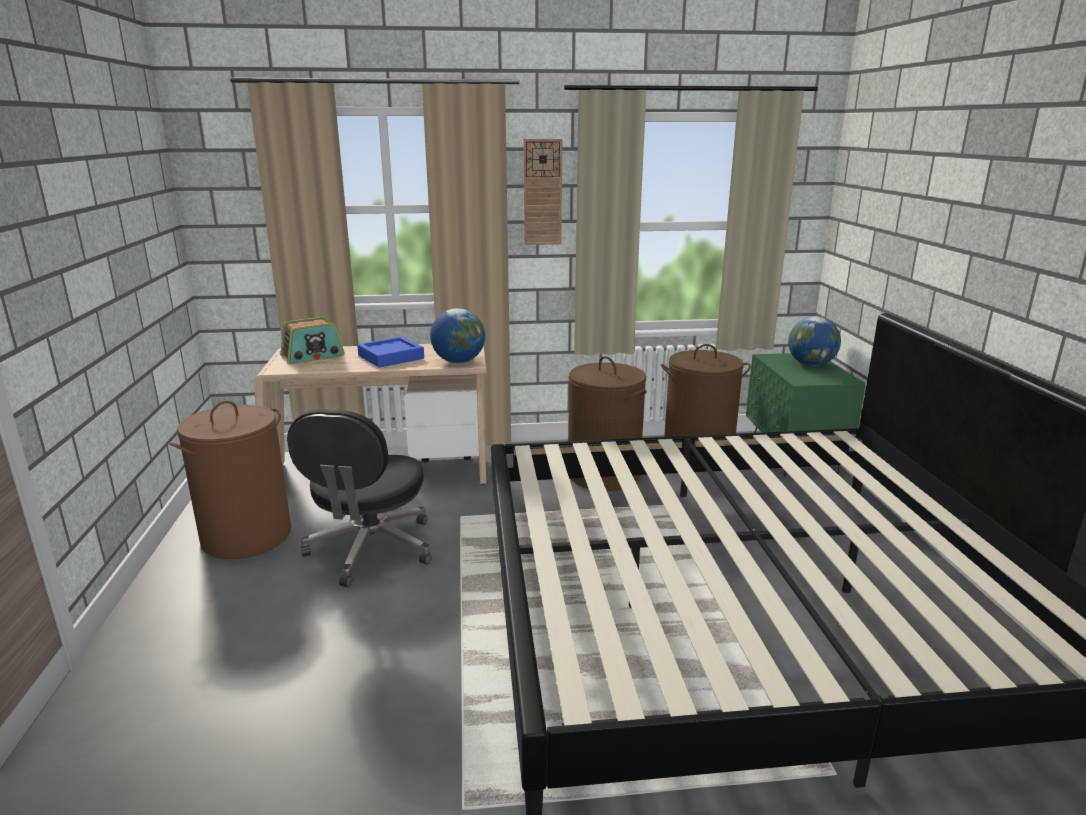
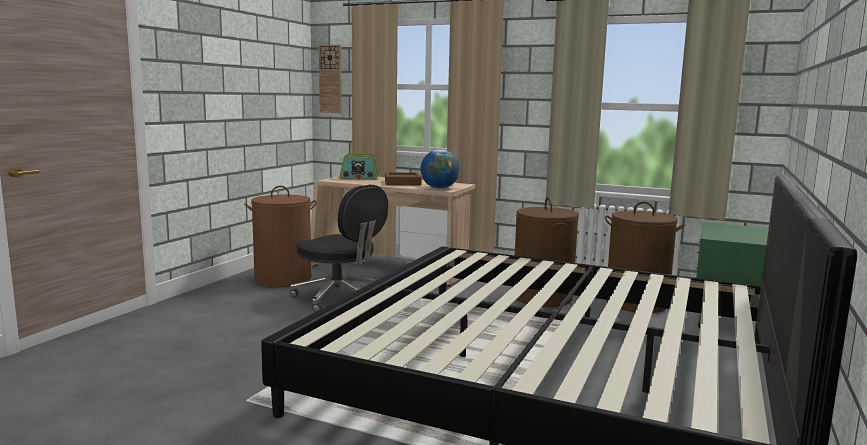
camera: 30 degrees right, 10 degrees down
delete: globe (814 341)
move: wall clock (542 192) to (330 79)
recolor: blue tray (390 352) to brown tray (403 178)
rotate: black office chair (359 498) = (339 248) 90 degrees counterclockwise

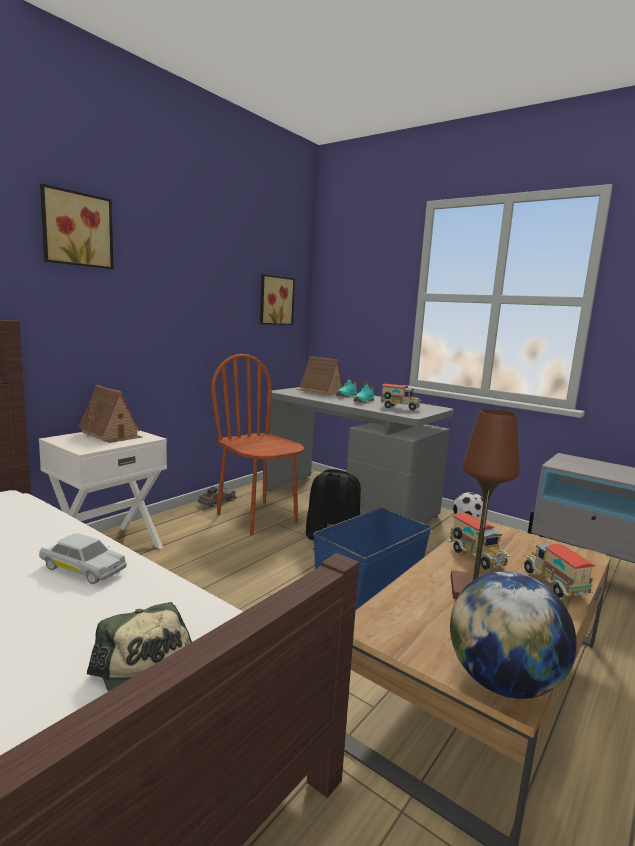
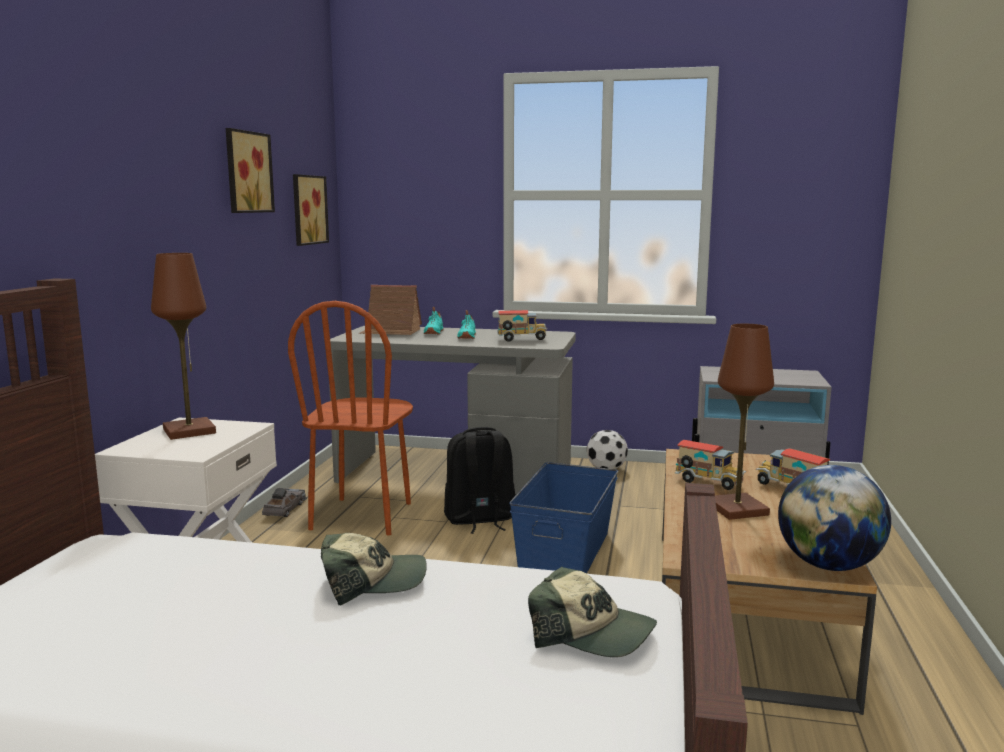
camera: 25 degrees left, 0 degrees up
move: picture (76 226) to (250 170)
replace: toy house (110 414) to brown table lamp (183 346); white toy car (83 558) to cap (374 569)
rotate: brown chair (257 444) = (350 418) 105 degrees counterclockwise

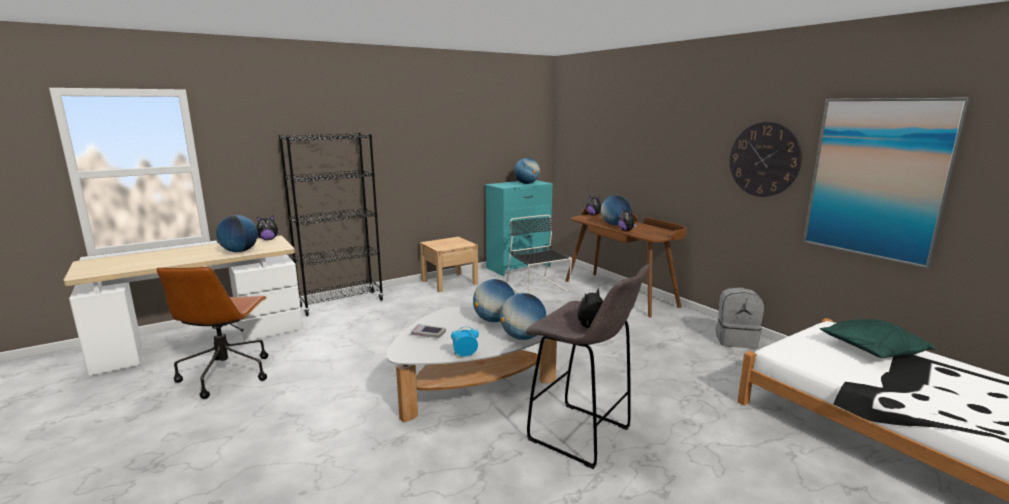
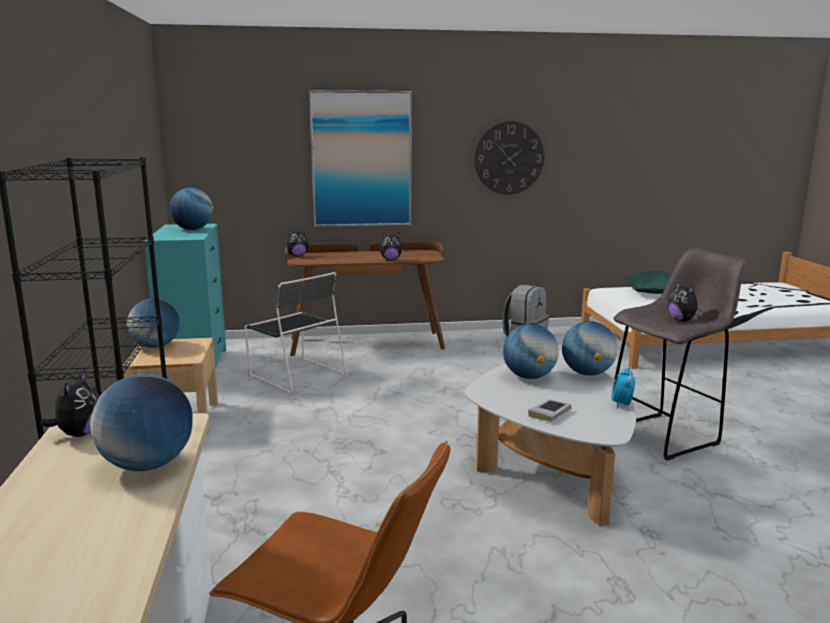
camera: 65 degrees left, 0 degrees up
move: globe (616 210) to (153 323); picture (886 183) to (360 158)
rotate: black chair (539 254) = (296 332) 135 degrees counterclockwise

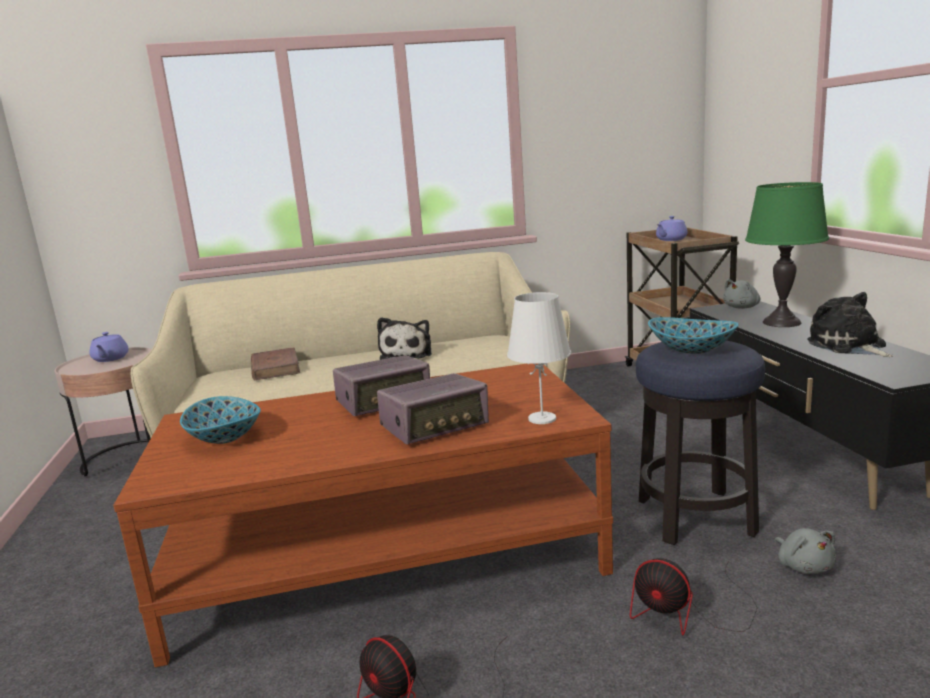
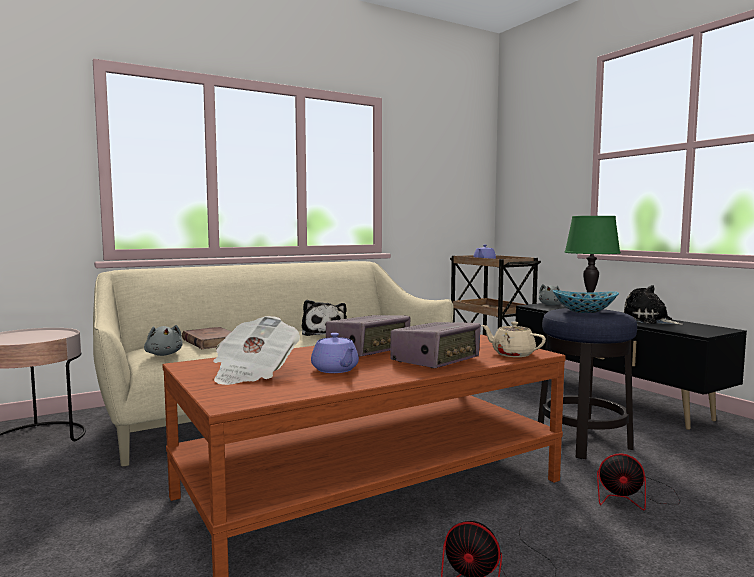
camera: 20 degrees left, 10 degrees down
move: grey plush toy (805 551) to (163 340); purple teapot (109 347) to (335 353)
replace: bowl (220 420) to newspaper (256 350); white table lamp (539 358) to beige teapot (513 339)

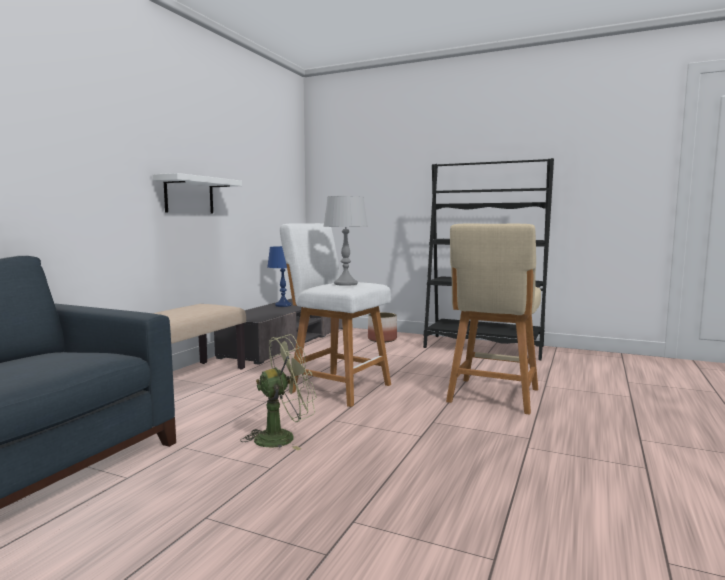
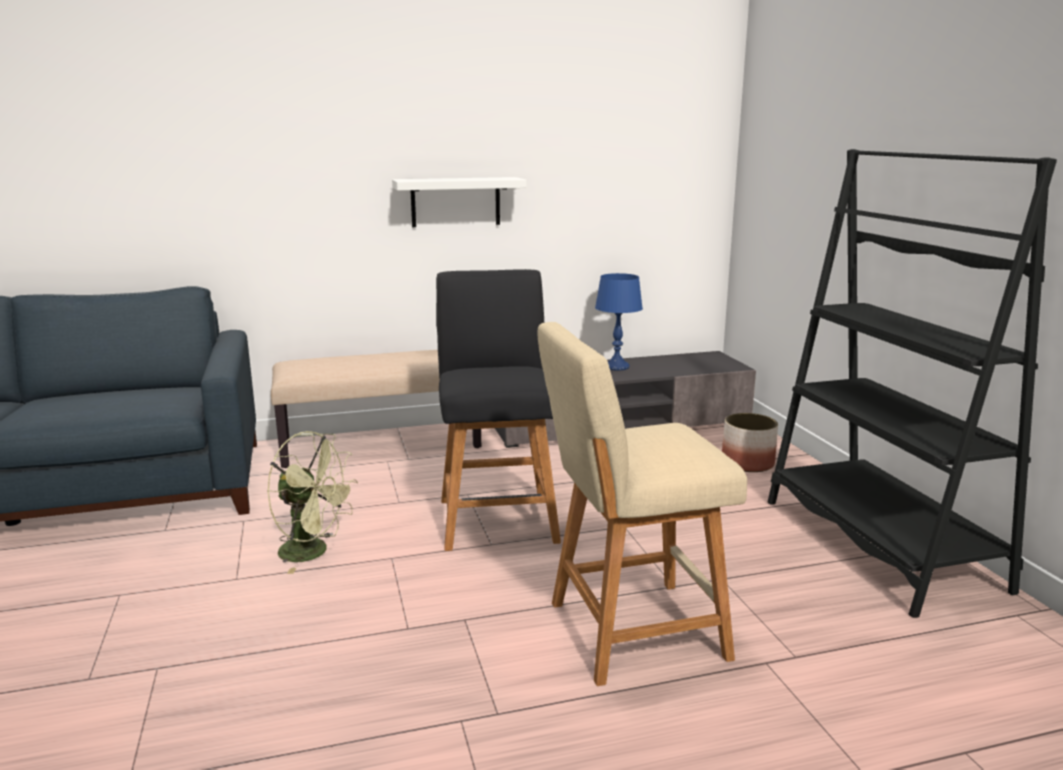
camera: 50 degrees right, 10 degrees up
delete: grey table lamp (345 241)
recolor: white stool (335 315) to black stool (498 410)

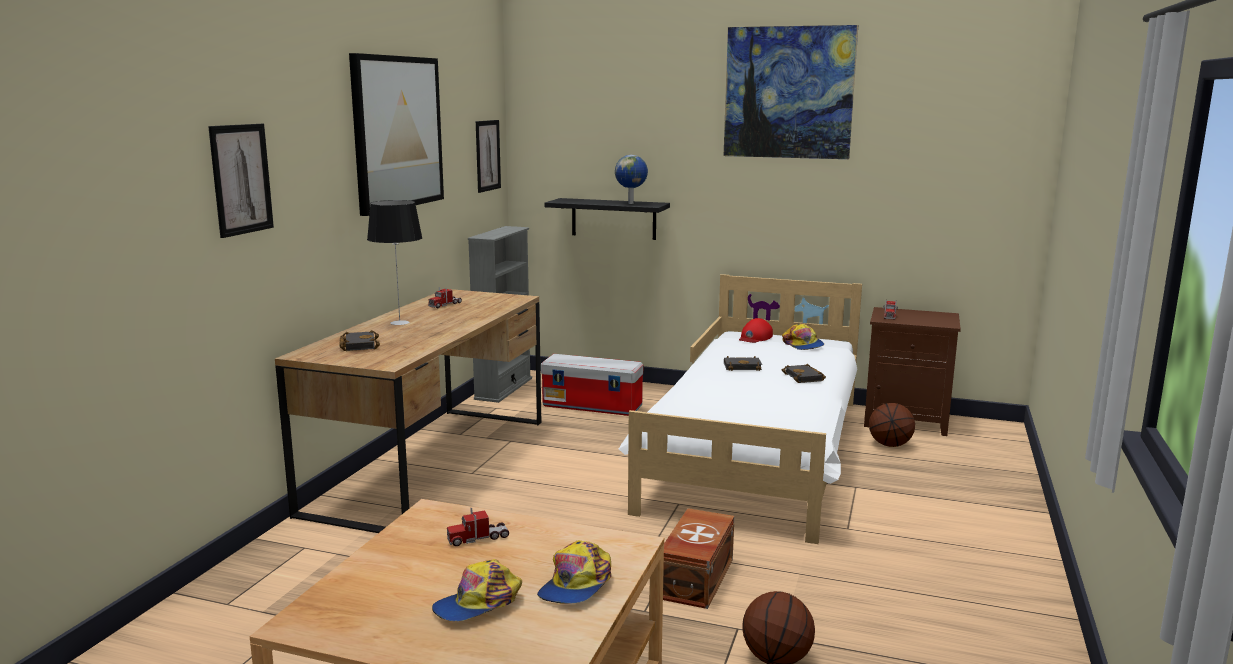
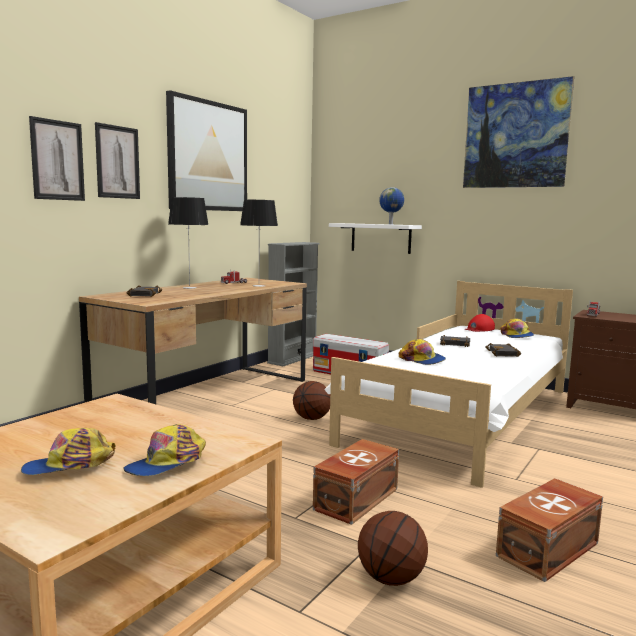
camera: 15 degrees right, 5 degrees down
delete: toy truck (478 527)
insert: table lamp (259 243); cap (422 352); brown storage box (549 530)
move: picture (488 156) to (117 160); basketball (892 425) to (311 400)
recolor: black shelf (607 219) to white shelf (375 238)

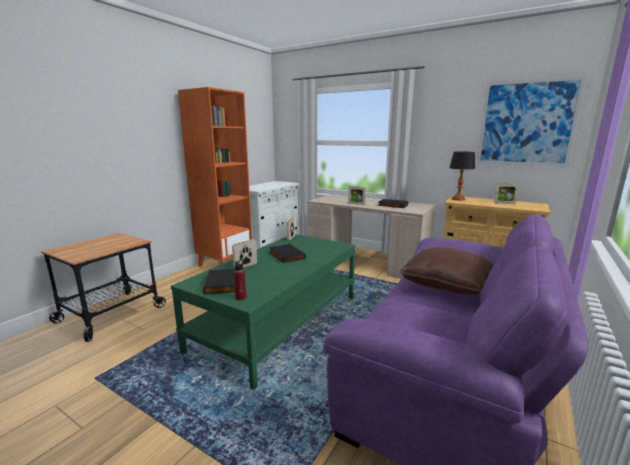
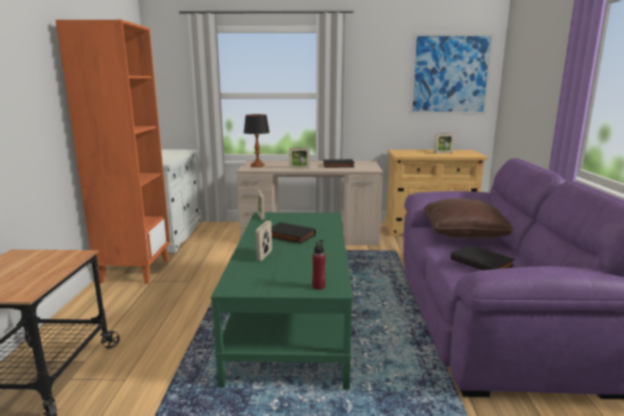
camera: 30 degrees left, 0 degrees up
move: table lamp (462 176) to (257 140); black book (219 282) to (483 257)

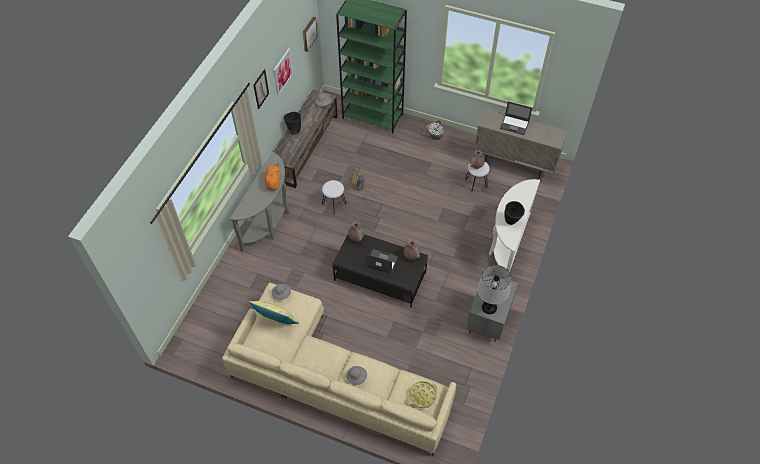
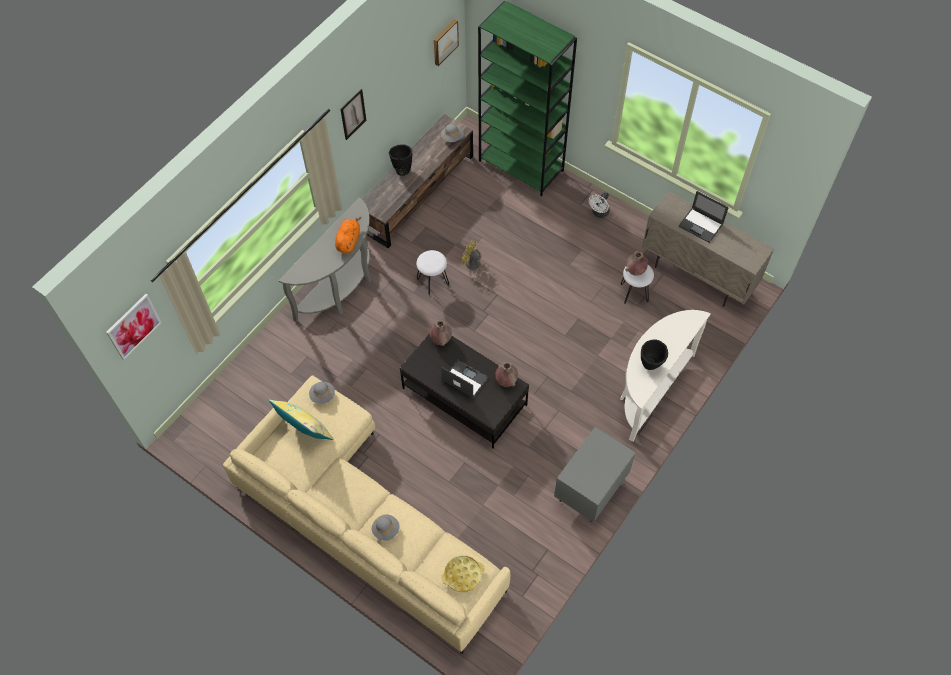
camera: 15 degrees right, 5 degrees up
delete: table lamp (494 289)
move: picture (283 71) to (134 327)

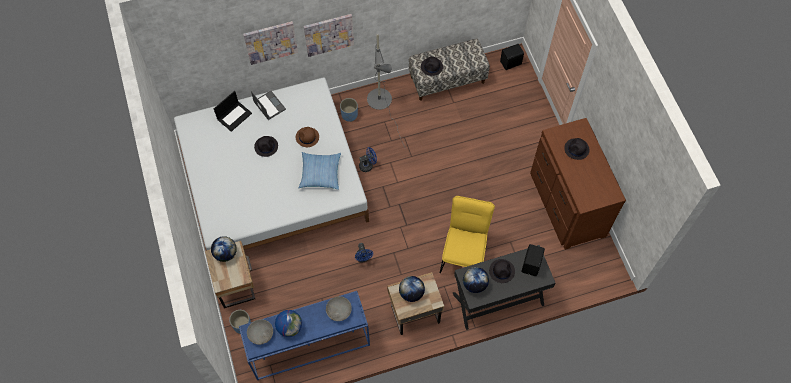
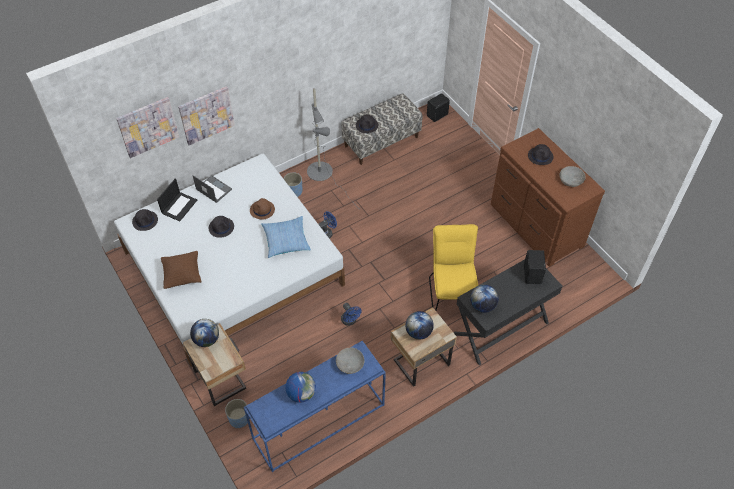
camera: 15 degrees left, 10 degrees down
insert: brown pillow (181 270)
move: picture (329 35) to (147 127); black hat (502 271) to (145 220); grey bowl (260 332) to (573 176)

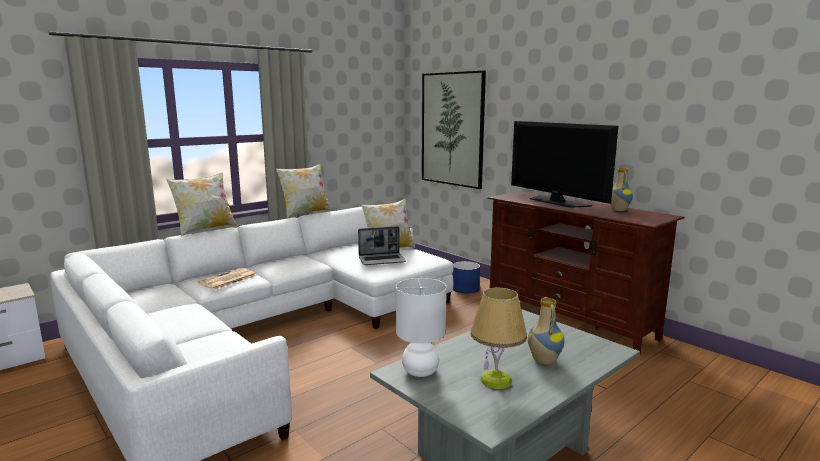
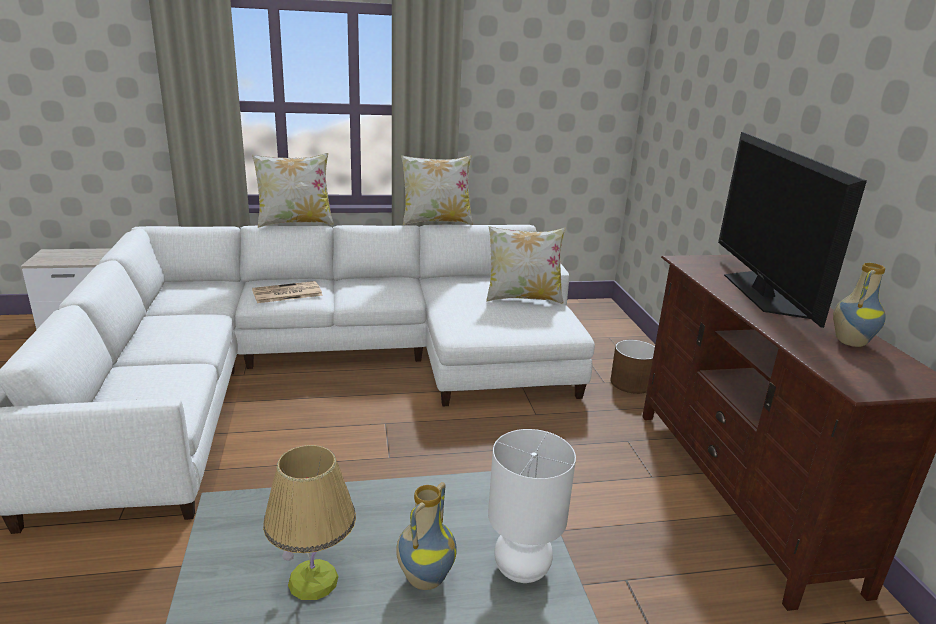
camera: 30 degrees right, 10 degrees up
delete: laptop (382 245); picture (454 130)
move: white table lamp (421 327) to (532 506)
recolor: blue planter (466 277) to brown planter (632 367)

